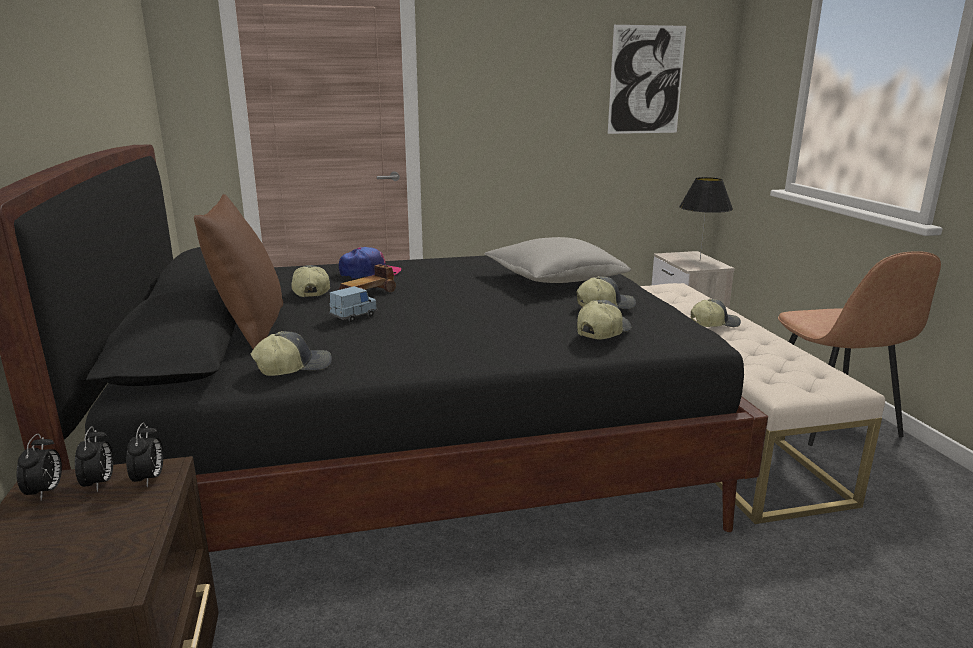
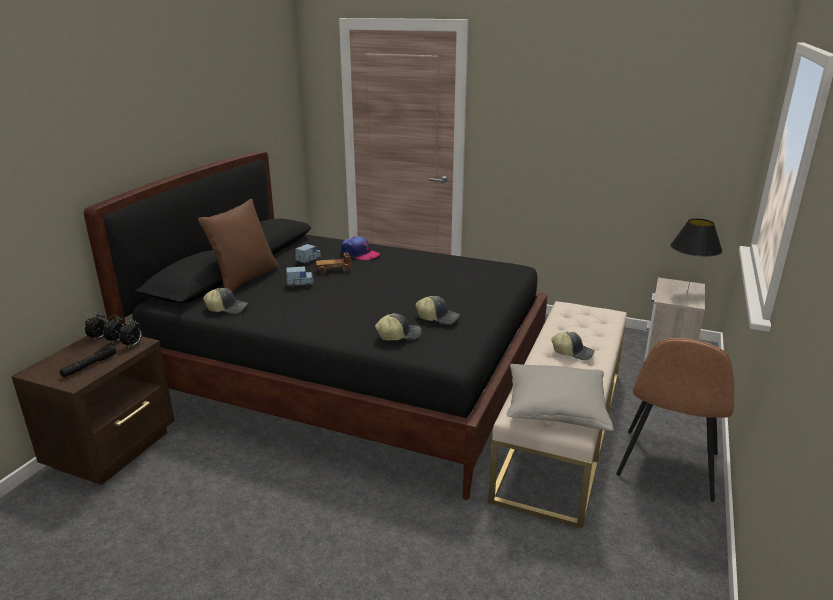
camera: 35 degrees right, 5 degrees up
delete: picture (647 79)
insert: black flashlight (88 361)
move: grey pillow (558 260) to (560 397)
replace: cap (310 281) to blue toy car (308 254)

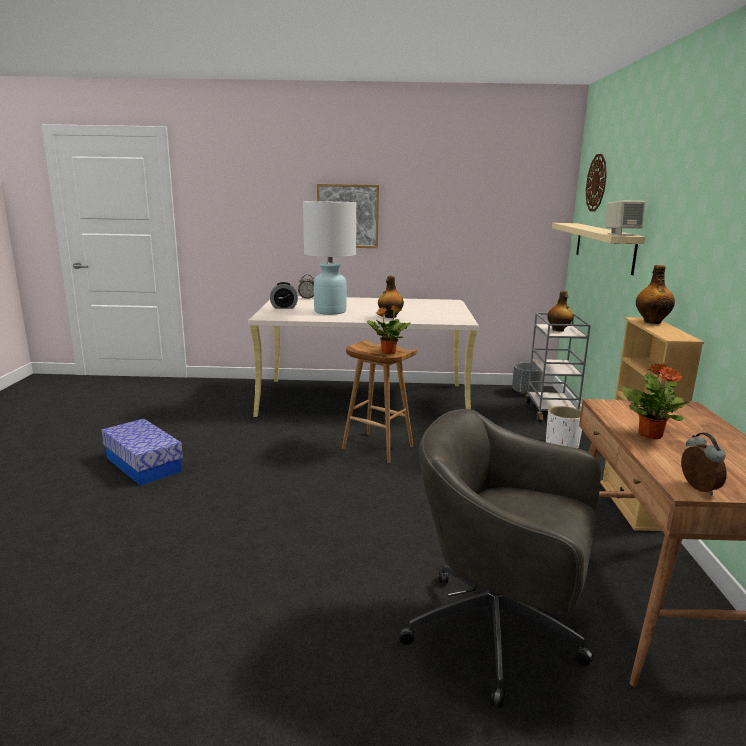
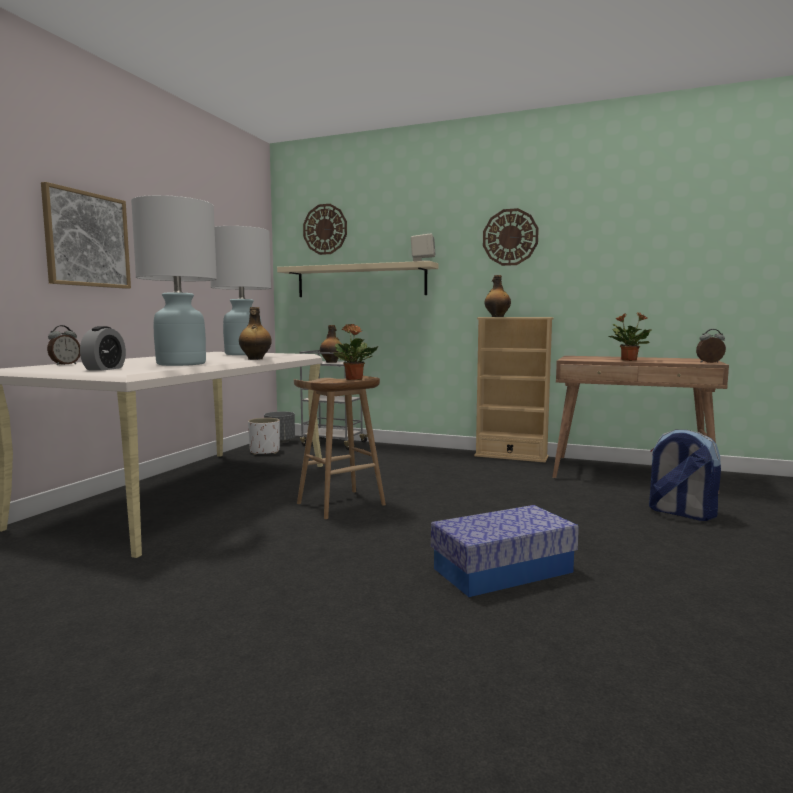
camera: 70 degrees left, 10 degrees down
insert: white table lamp (240 290); wall clock (511 237)
move: white planter (564 427) to (264 436); storage box (142 452) to (505 551)
replace: grey office chair (500 559) to backpack (685 475)

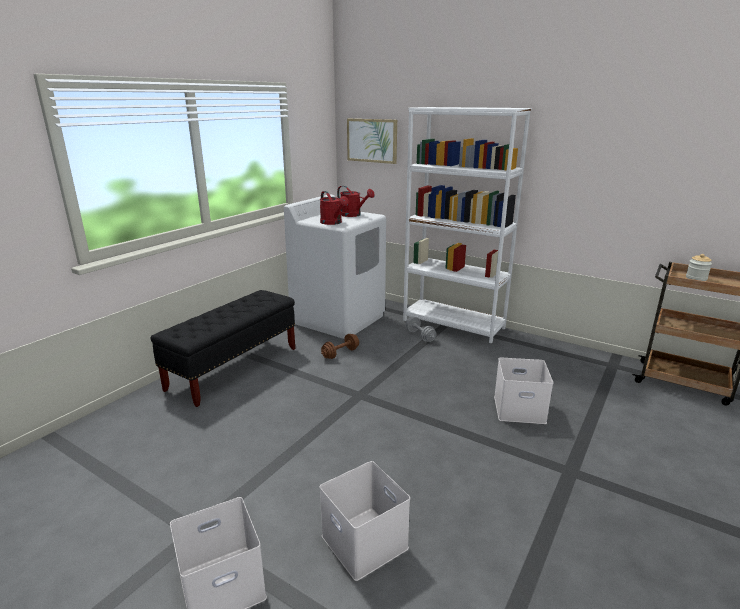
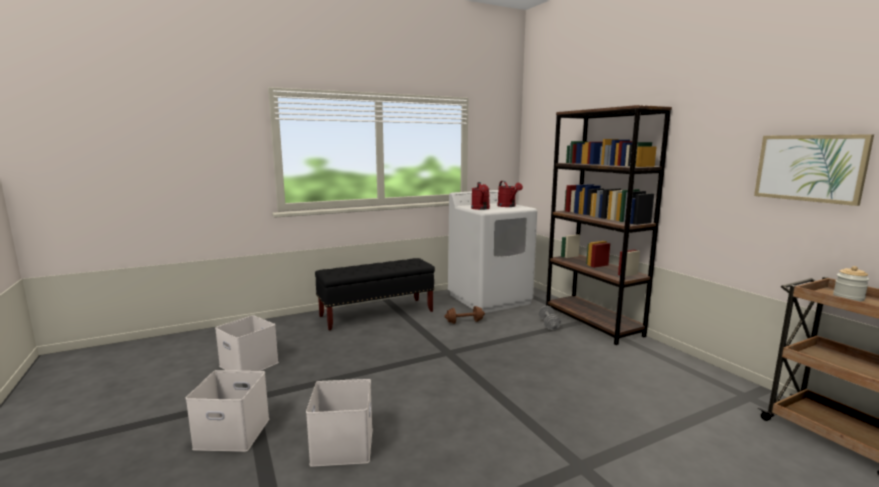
camera: 30 degrees right, 10 degrees down
move: white storage box (523 390) to (247 343); picture (372 141) to (814 170)
recolor: white bookcase (467 225) to brown bookcase (609 225)

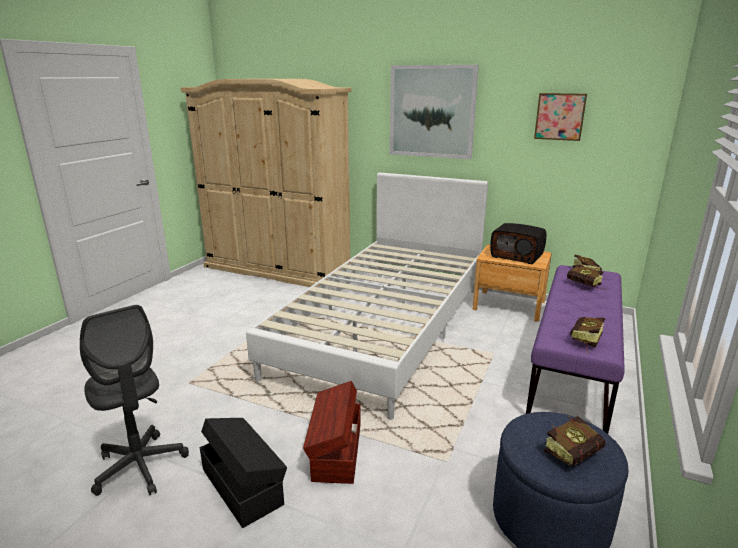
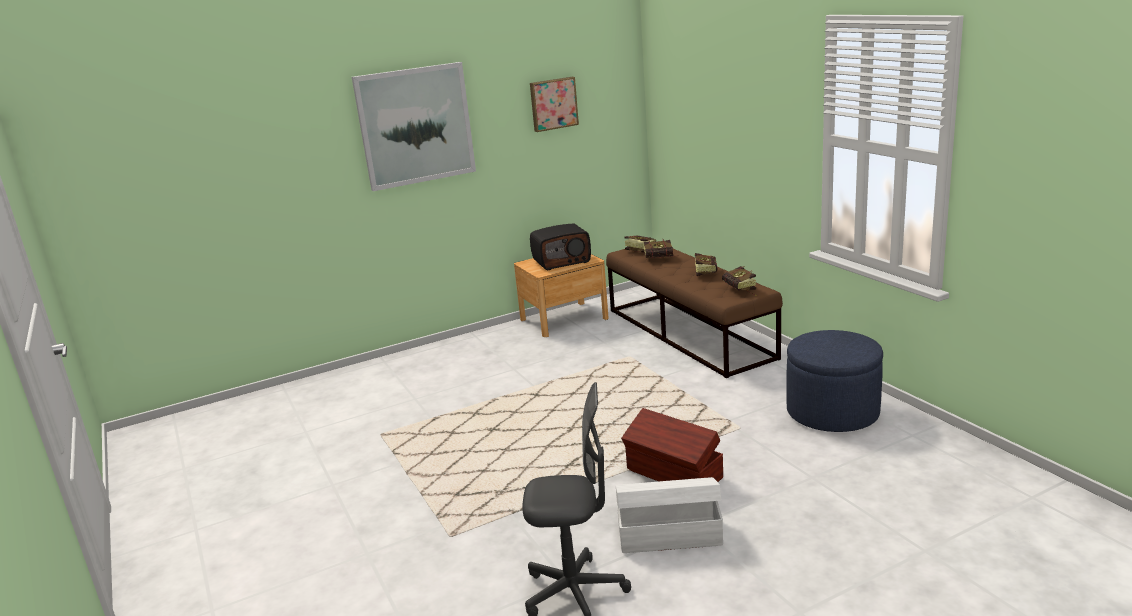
camera: 50 degrees left, 0 degrees up
delete: beige wardrobe (266 183); white bed (367 296)
move: book (574 441) to (706 264)
recolor: purple bench (575 349) to brown bench (694 311); black storage box (243 473) to white storage box (669 515)

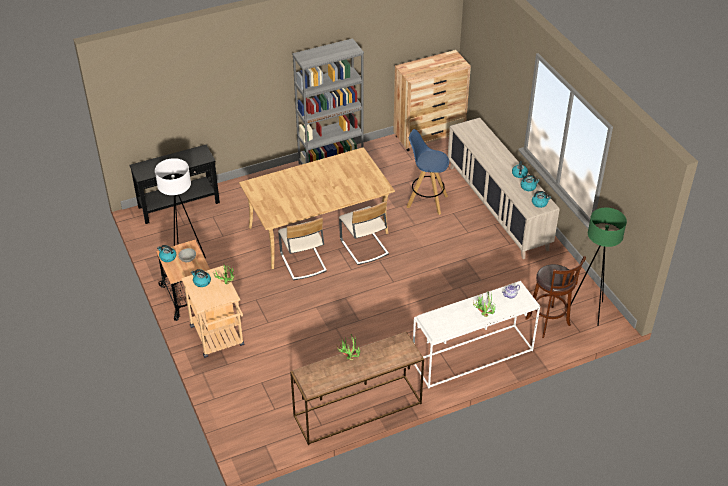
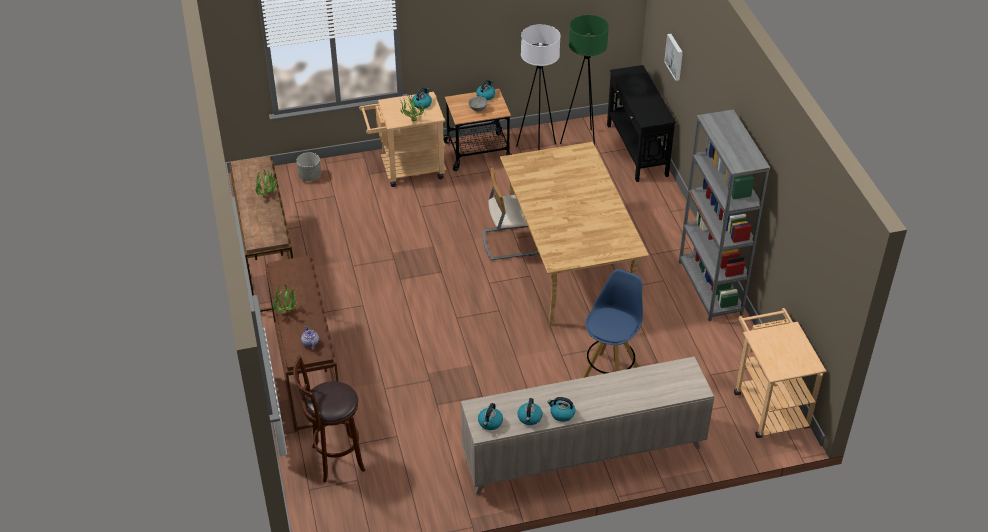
camera: 100 degrees right, 0 degrees up
delete: beige chair (364 233)
insert: grey planter (308 166); picture (673 57)
move: green floor lamp (599 267) to (584 80)
replace: brown dresser (432 100) to beige cart (780 373)
recolor: white console table (476 335) to brown console table (302 343)

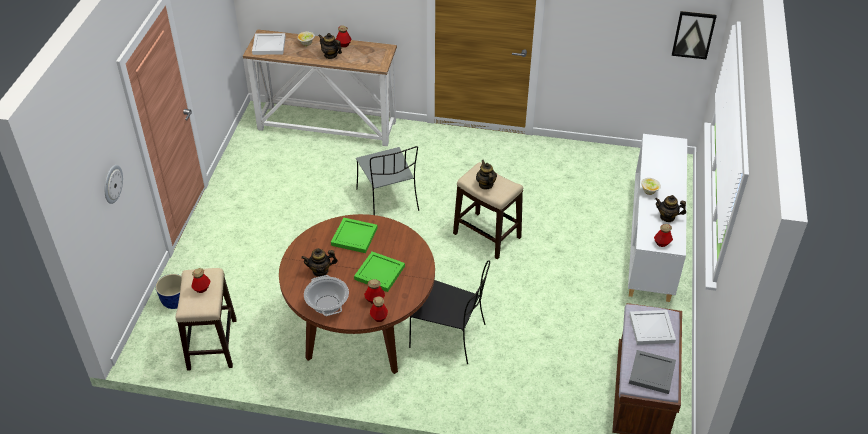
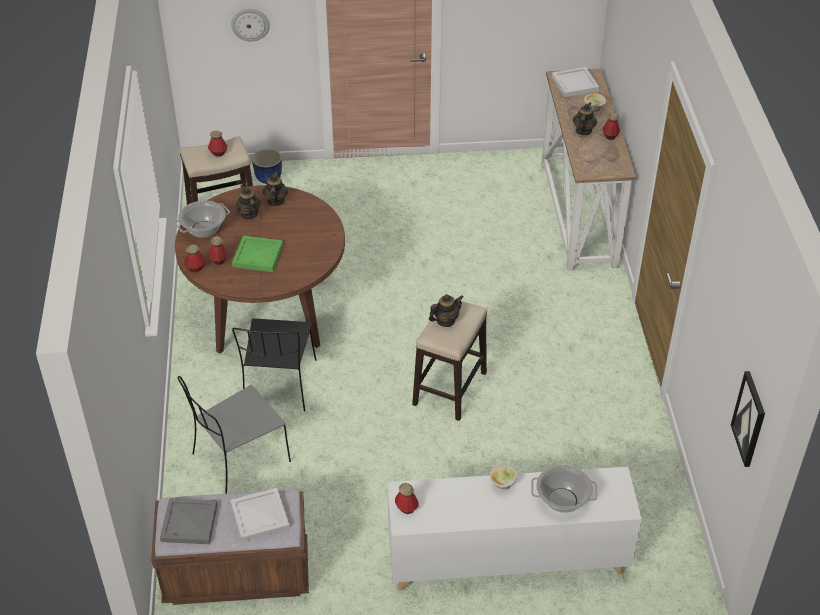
camera: 75 degrees right, 0 degrees up
delete: green tray (354 235)
insert: cooking pot (564 489)
move: grey chair (387 180) to (234 435); teapot (670 208) to (275 188)

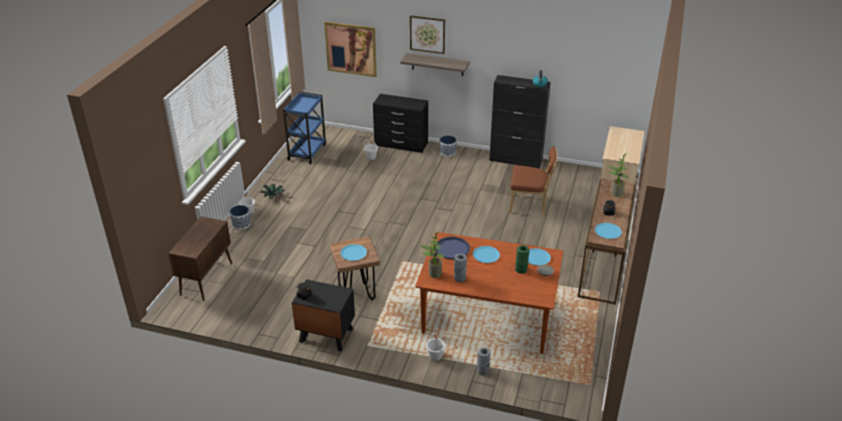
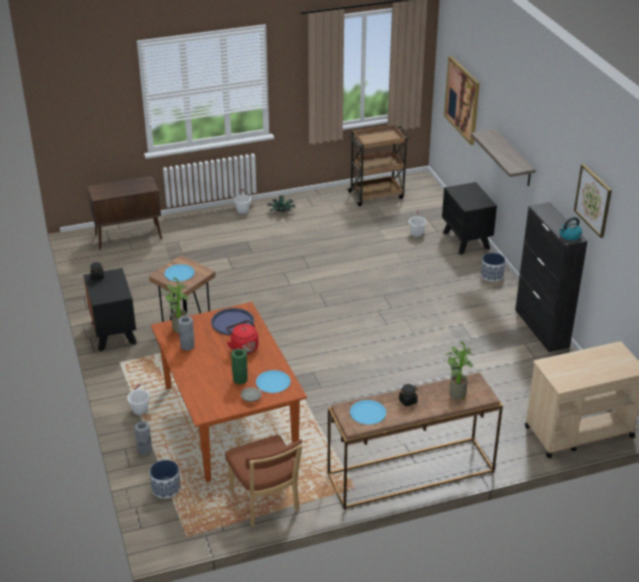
camera: 55 degrees right, 0 degrees up
move: planter (240 217) to (165 479); brown chair (533 181) to (264 480); picture (427 34) to (593 201)
replace: blue plate (486 254) to red kettle (242 337); black dresser (400 123) to black nightstand (469 218)
recolor: blue cart (304 128) to brown cart (378 165)

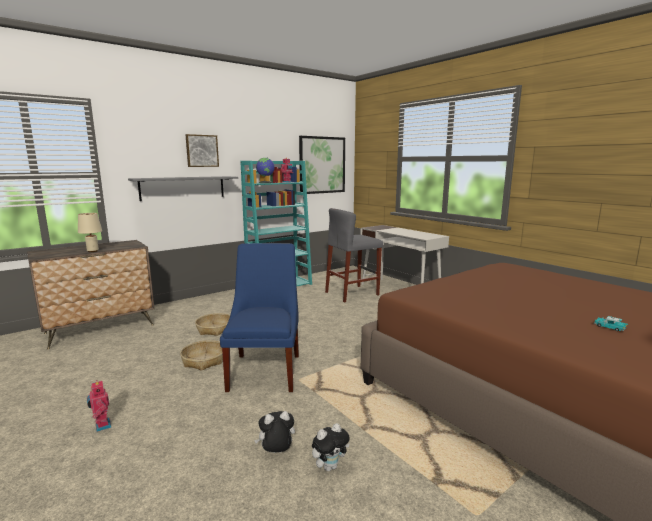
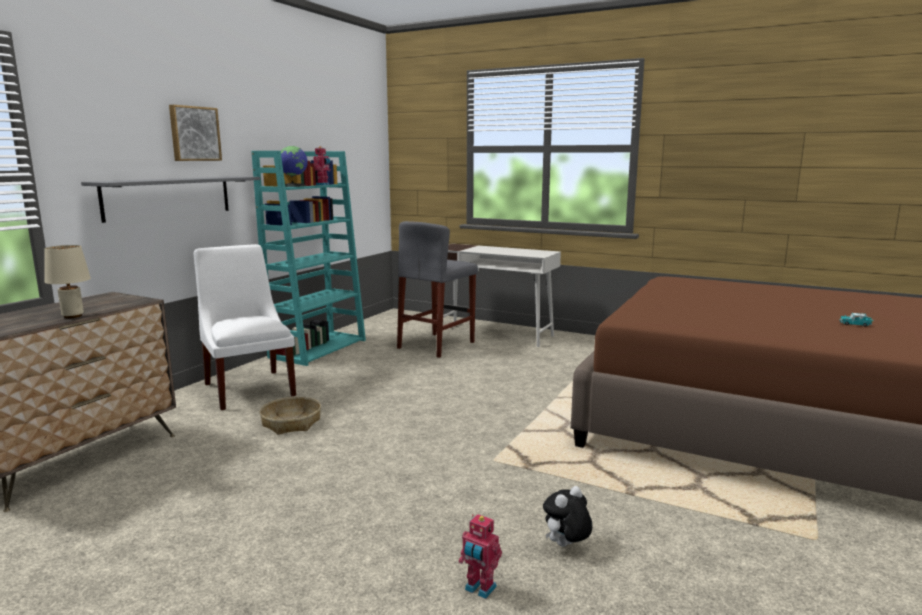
camera: 25 degrees left, 0 degrees up
delete: basket (201 355); blue chair (259 317); picture (322 165); plush toy (331 447)
insert: white chair (244 327)
move: toy robot (99 406) to (480 556)

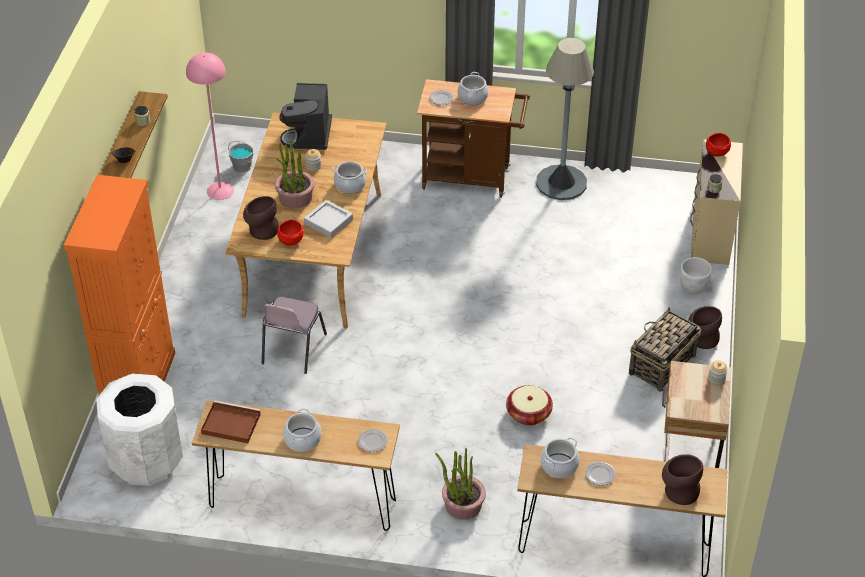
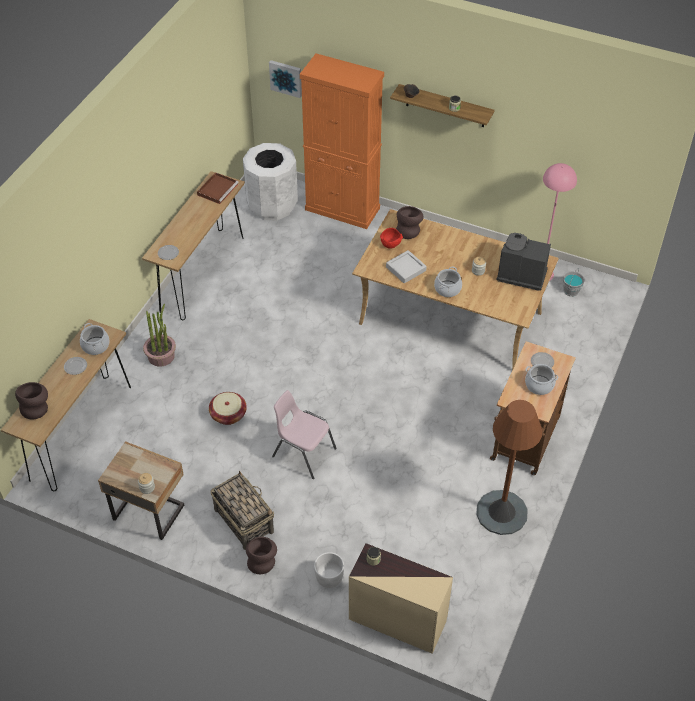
camera: 105 degrees right, 5 degrees up
delete: potted plant (295 175); cooking pot (302 430); red bowl (718 145)
insert: picture (285 79)
move: pink chair (294 335) to (304 434)
recolor: grey floor lamp (565 119) to brown floor lamp (509 467)

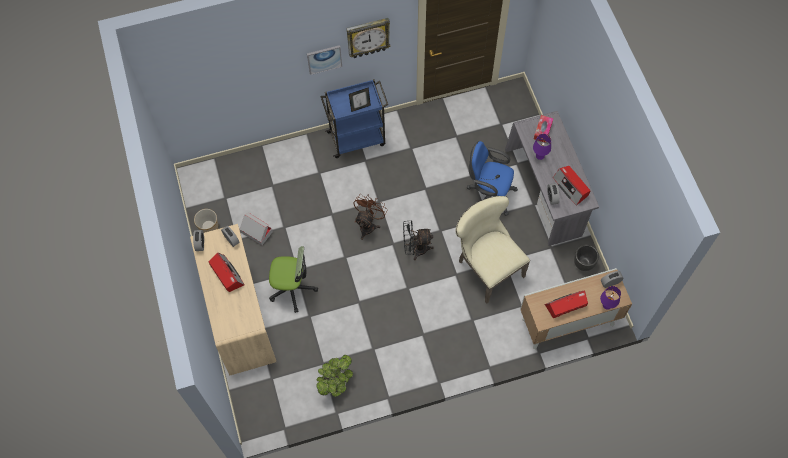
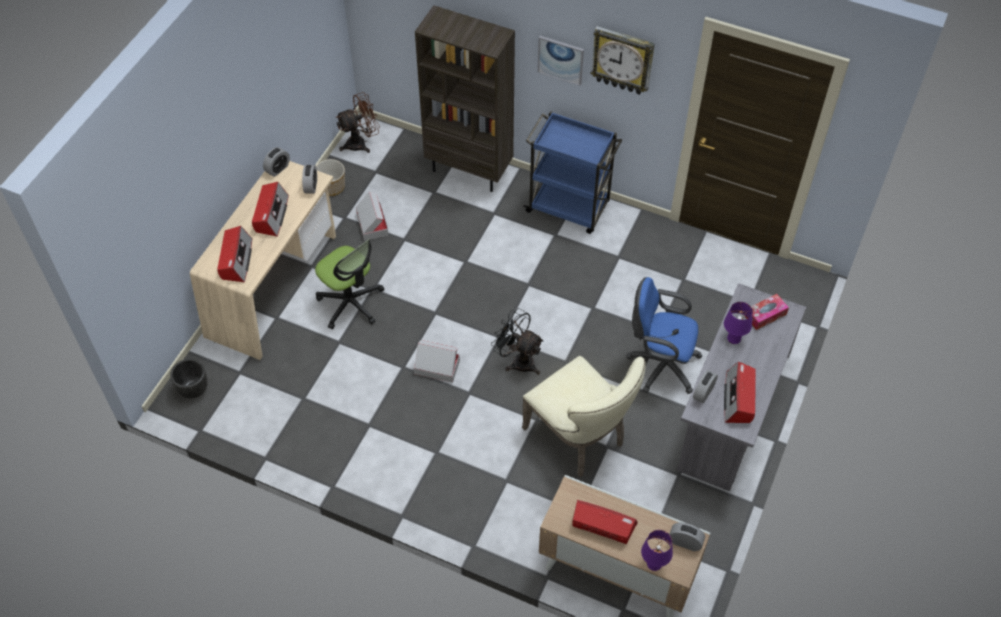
camera: 40 degrees right, 10 degrees down
delete: potted plant (334 376); picture frame (360 99)
insert: radio (234 254); cardboard box (436 361); brown bookcase (465 98)
move: black planter (586 258) to (189 379); brown fan (370 217) to (358 122)
rotate: beige chair (493 250) = (584 416) 135 degrees clockwise; blue office chair (492 178) = (664 335) 45 degrees counterclockwise

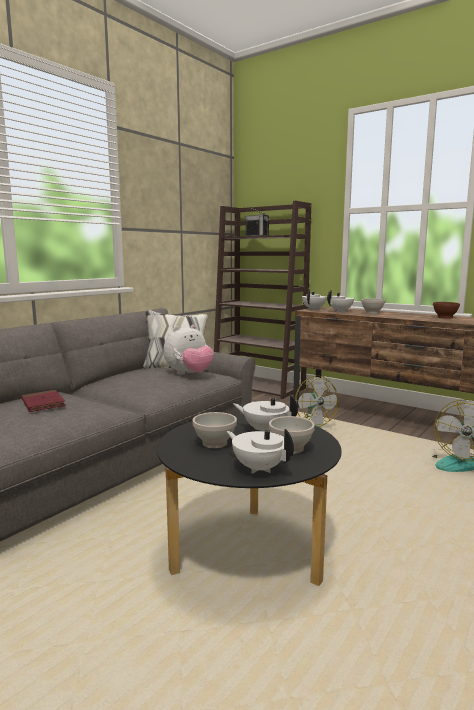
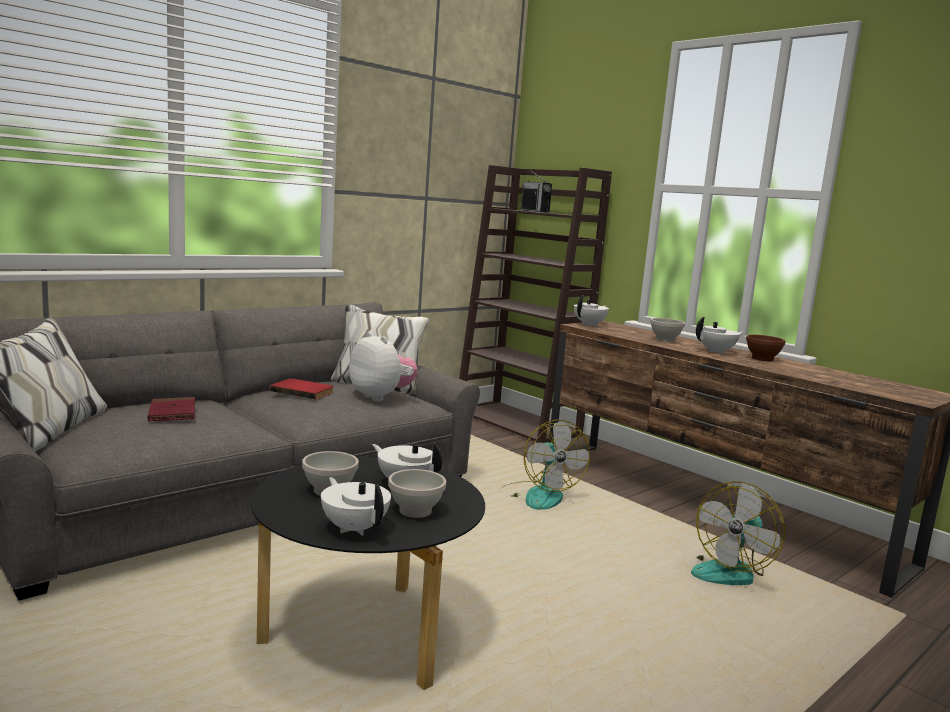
camera: 10 degrees right, 0 degrees up
insert: red book (302 389)
move: white teapot (341 301) to (720 335)
rotate: plush toy (188 350) = (383 366) 105 degrees counterclockwise

